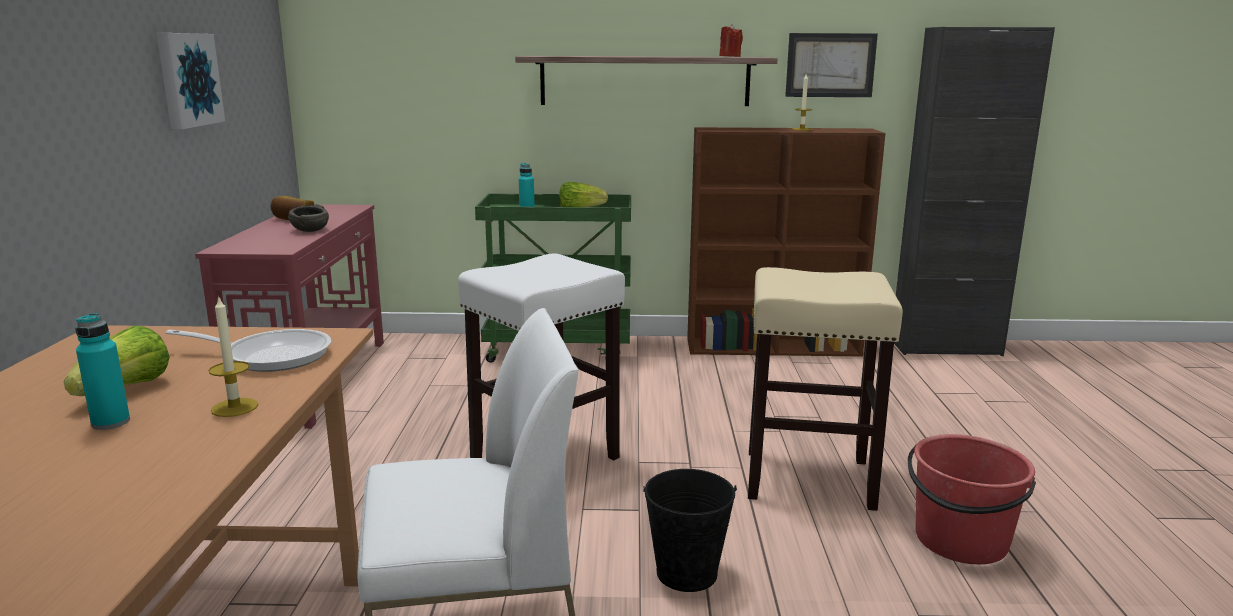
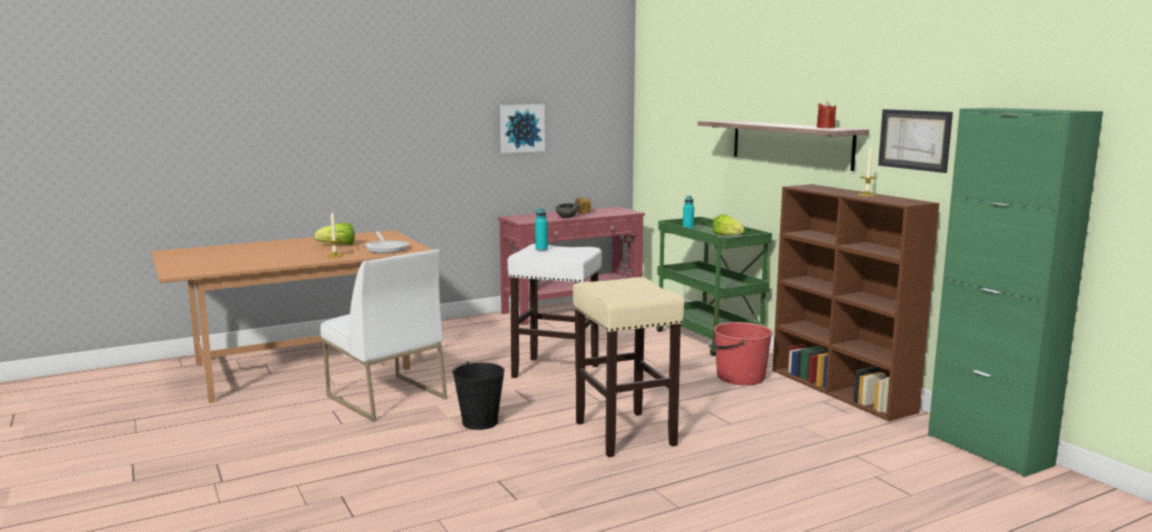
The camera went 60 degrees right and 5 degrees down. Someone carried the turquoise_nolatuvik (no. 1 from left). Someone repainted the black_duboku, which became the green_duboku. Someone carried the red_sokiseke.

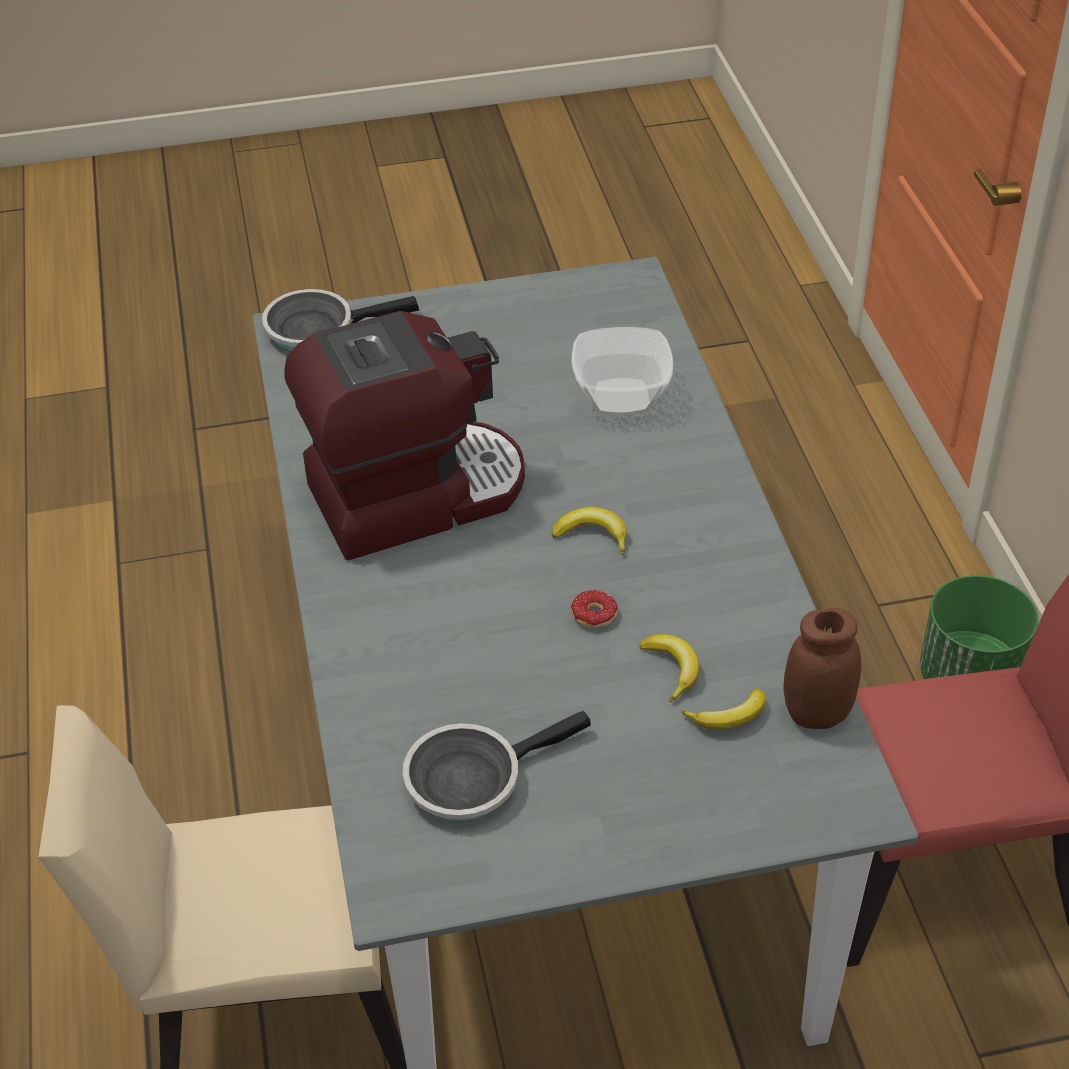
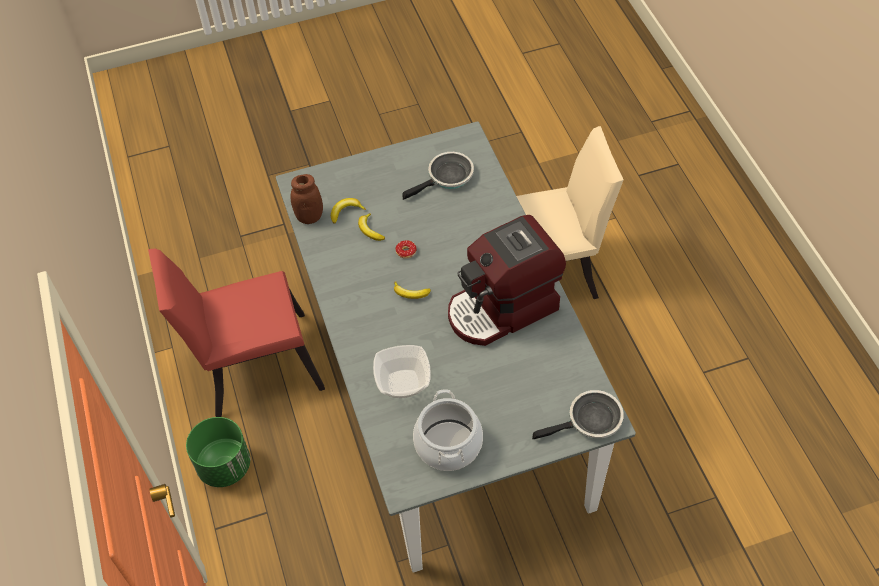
The camera went 175 degrees right and 10 degrees up. Someone put down the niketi.

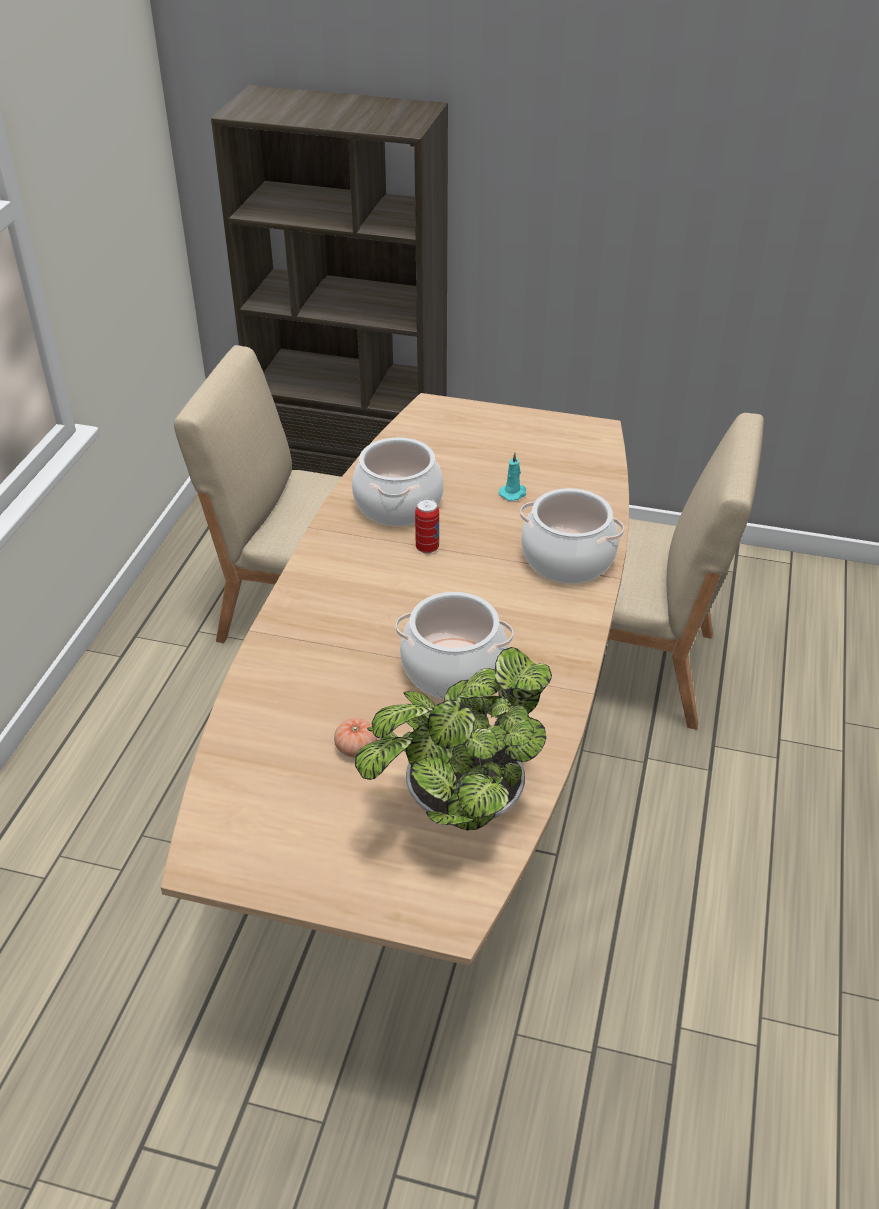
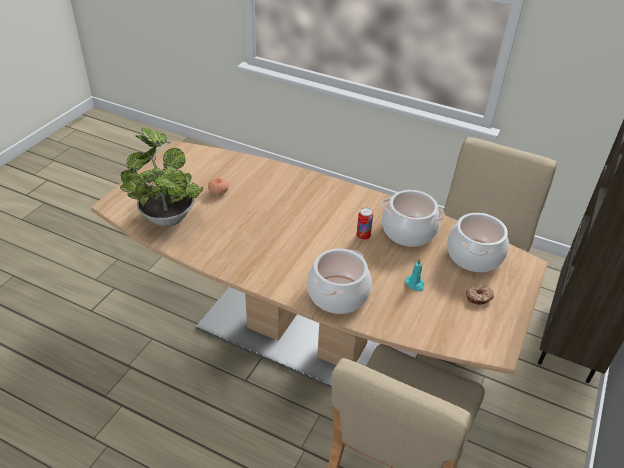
The camera went 100 degrees right and 0 degrees up. Someone carried the niketi (no. 2 from left in the first image). Someone put down the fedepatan.

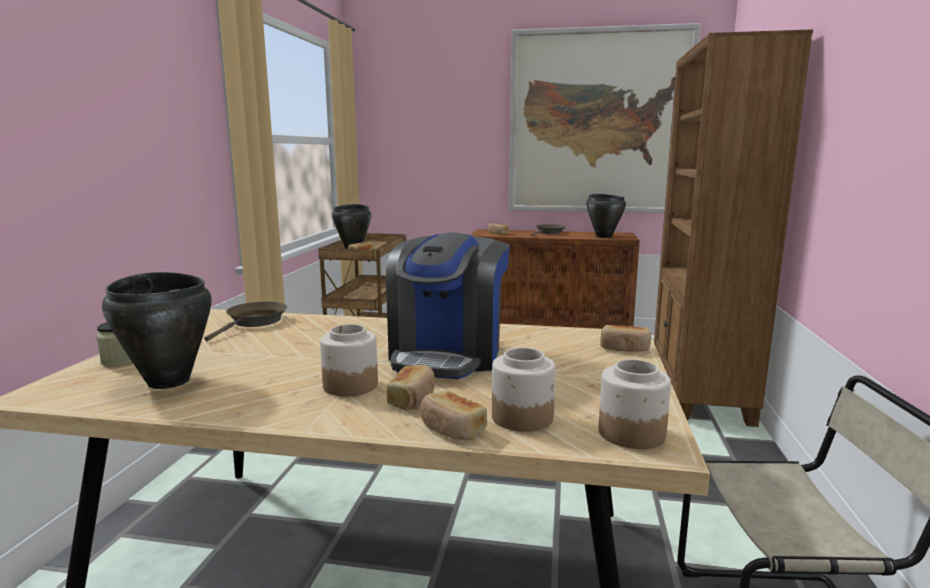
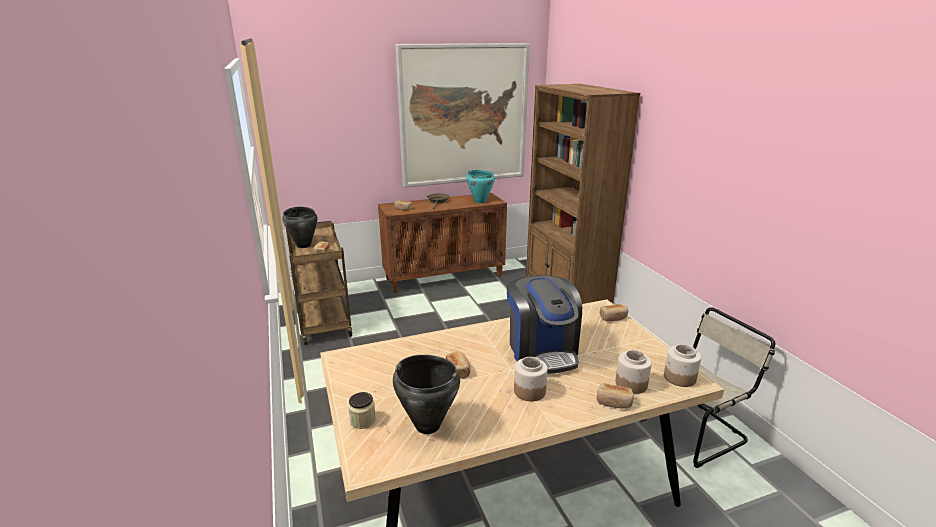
The camera went 30 degrees left and 10 degrees up. Someone took away the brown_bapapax (no. 1 from left). Someone carried the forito (no. 2 from left in the first image). Someone repainted the black_niketi (no. 3 from left), which became the turquoise_niketi.

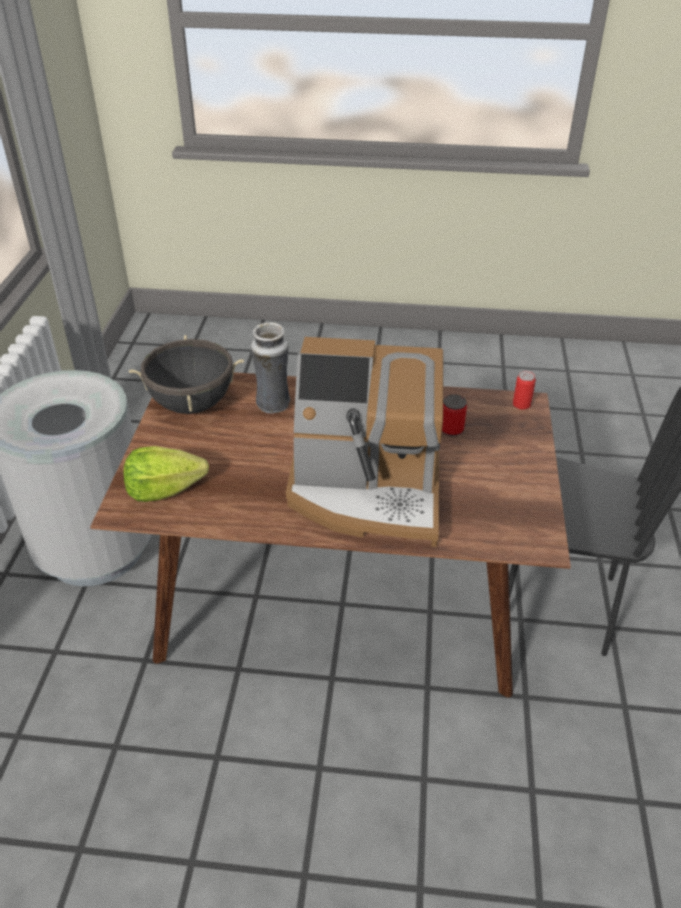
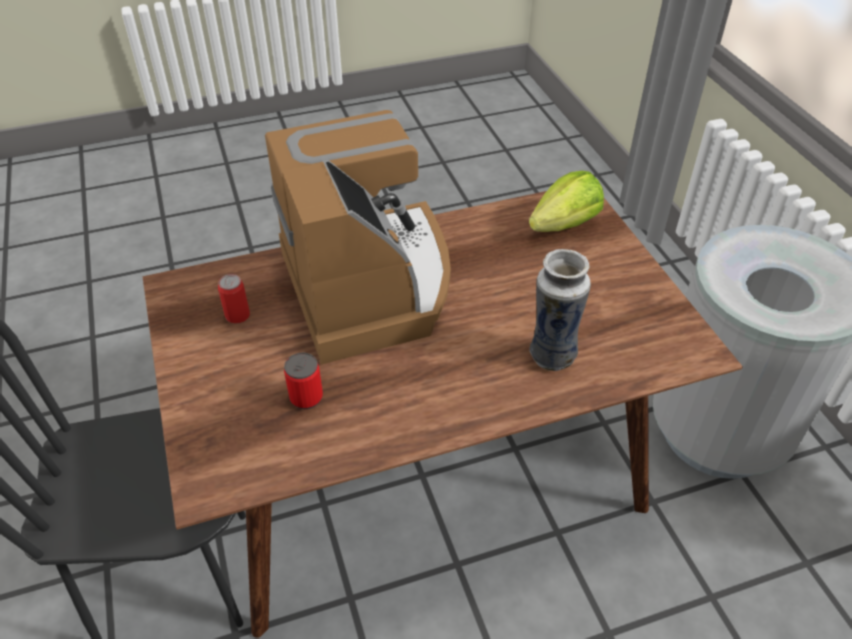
The camera went 155 degrees right and 5 degrees up. Someone took away the black_niketi. Someone rotated the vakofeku by 90 degrees clockwise. Someone carried the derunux (no. 2 from left in the first image).

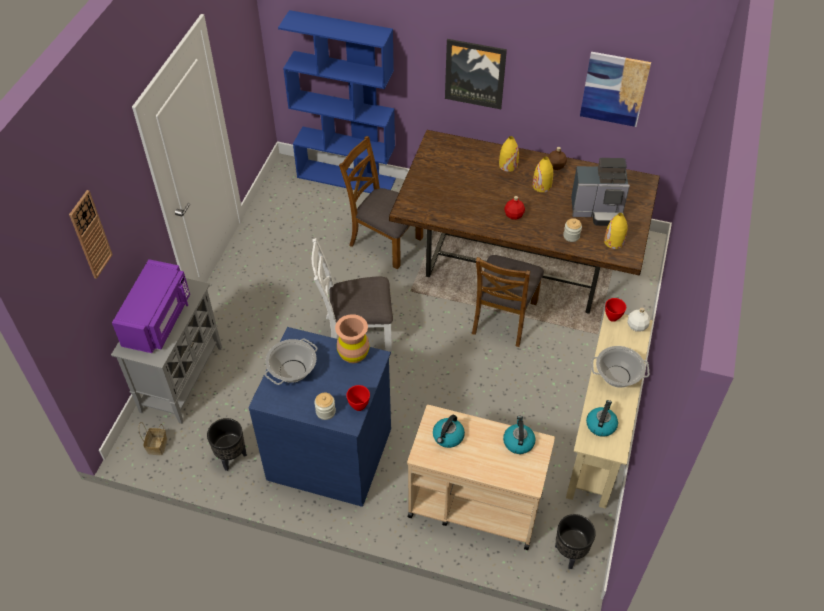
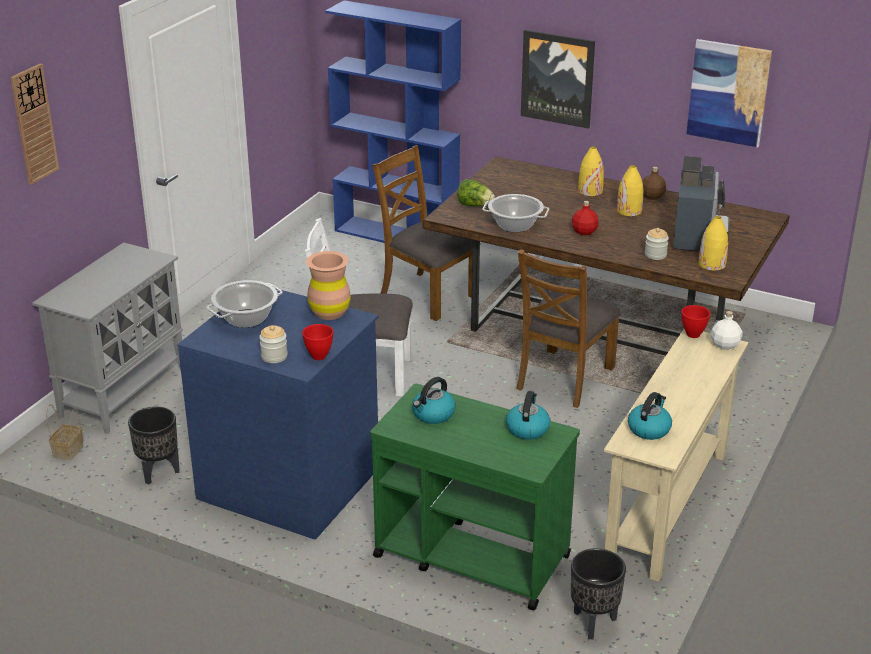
The camera went 10 degrees right and 20 degrees down. Someone took away the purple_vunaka. Someone repainted the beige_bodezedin, which became the green_bodezedin. Someone rotated the vakofeku by 90 degrees counterclockwise. Someone carried the niketi (no. 2 from left). Someone put down the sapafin.

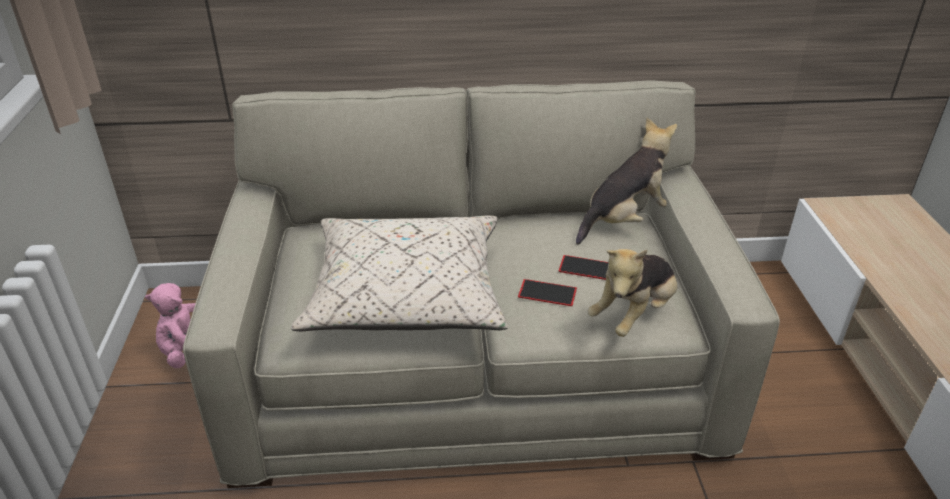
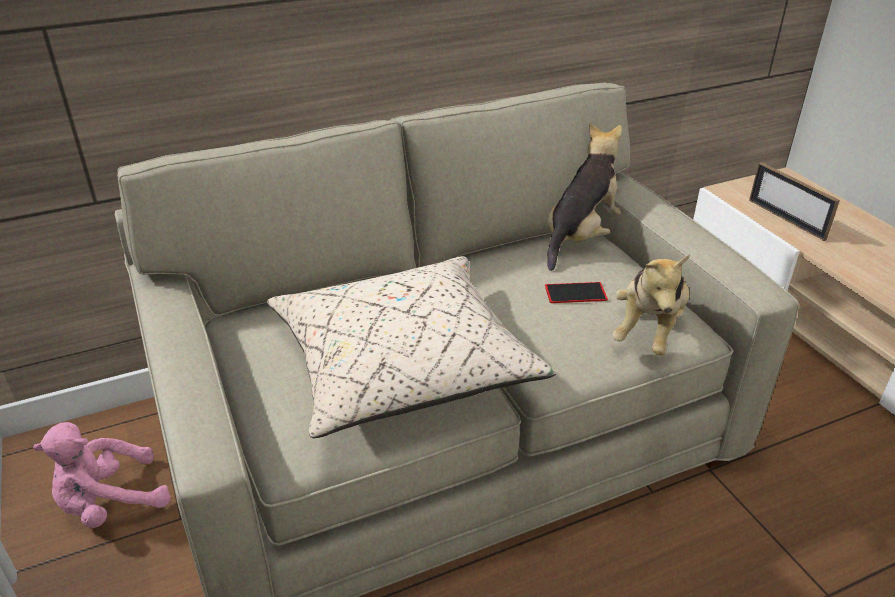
The camera went 20 degrees left and 0 degrees up. Someone took away the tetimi (no. 1 from left). Someone put down the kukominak.

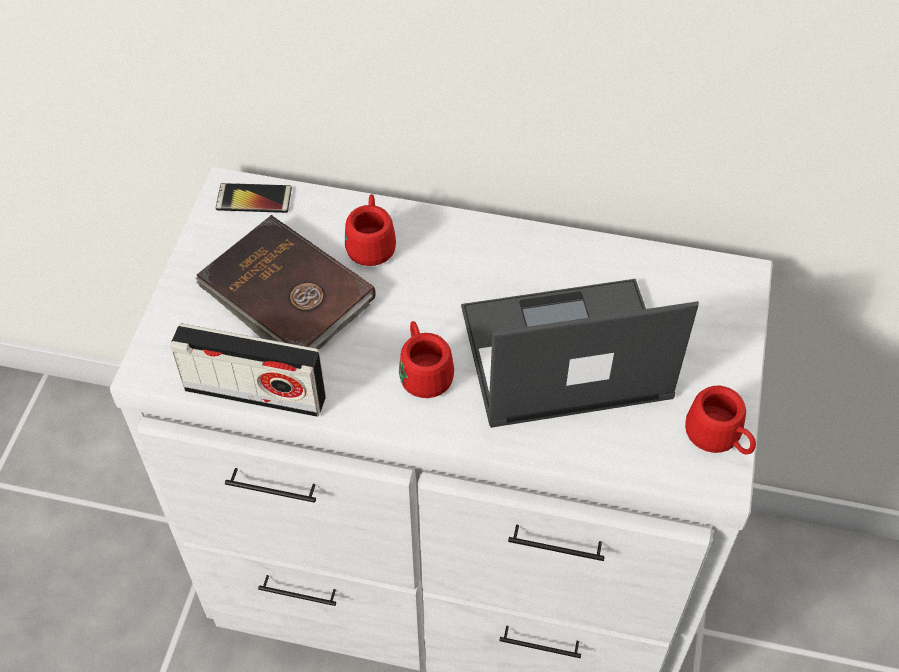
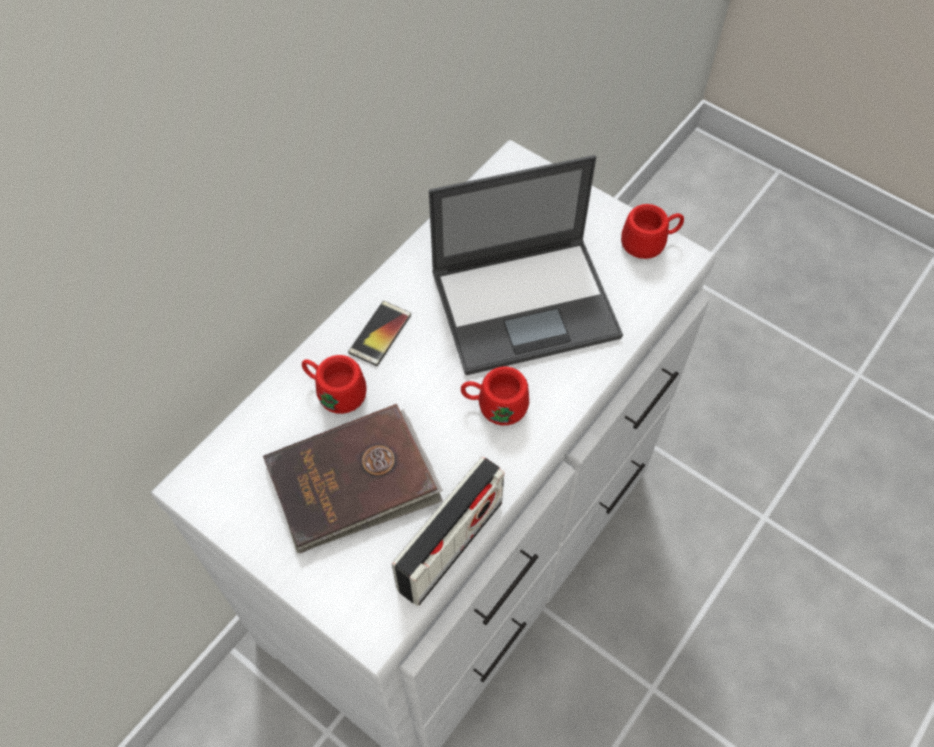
The camera went 65 degrees left and 5 degrees up. Someone carried the tetimi. Someone rotated the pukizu by 120 degrees counterclockwise.

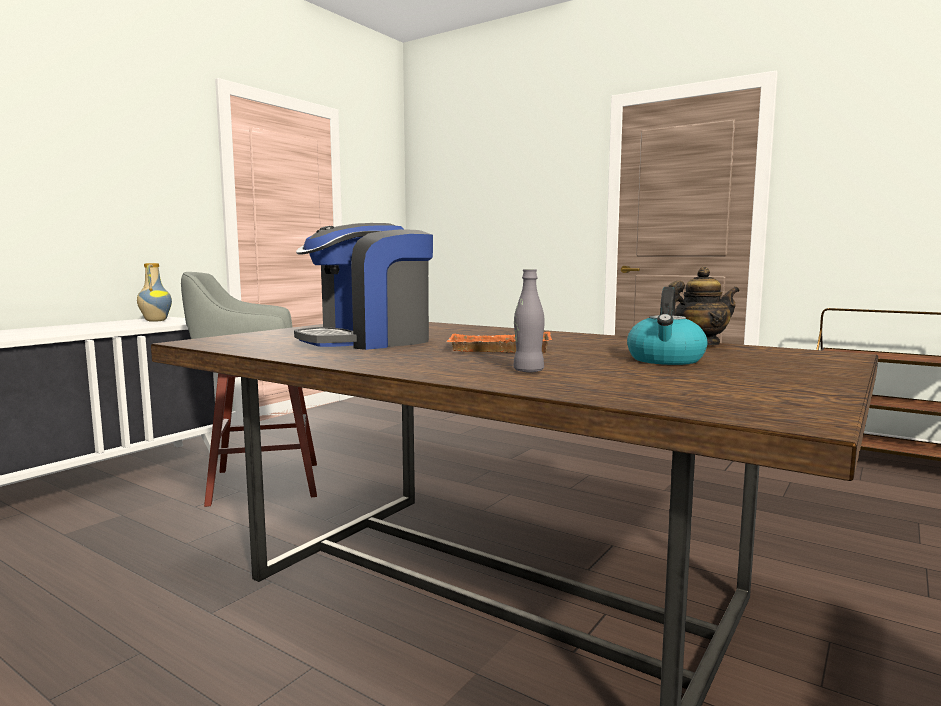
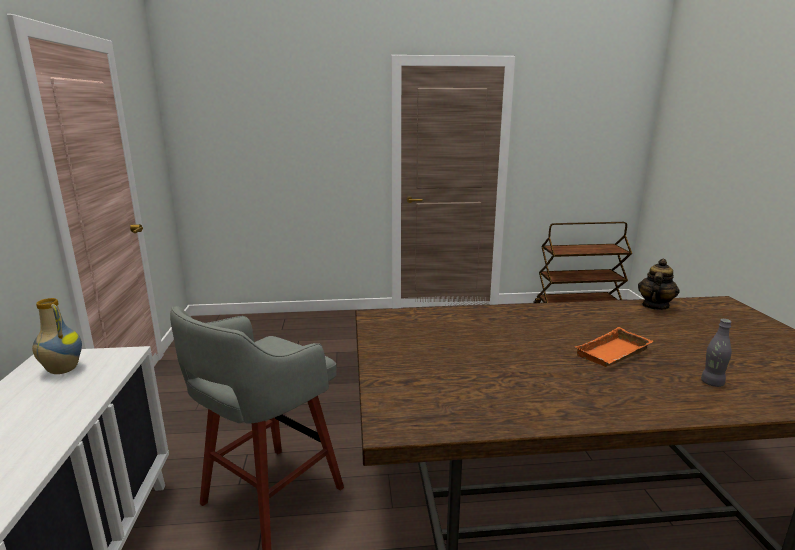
The camera went 40 degrees left and 10 degrees up. Someone took away the vakofeku. Someone took away the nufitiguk.

